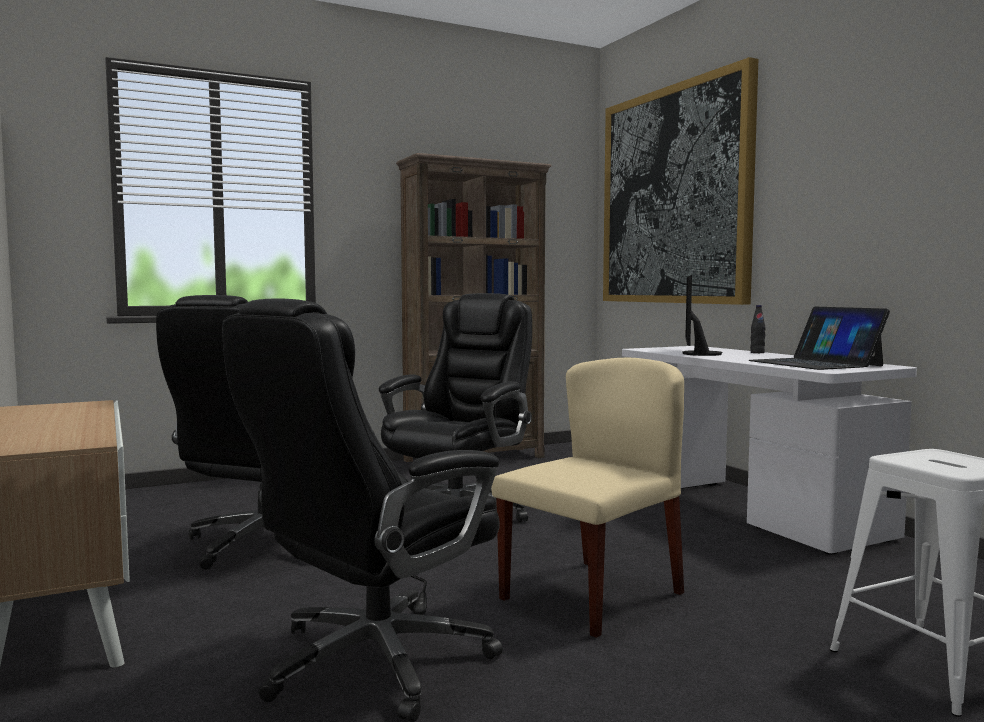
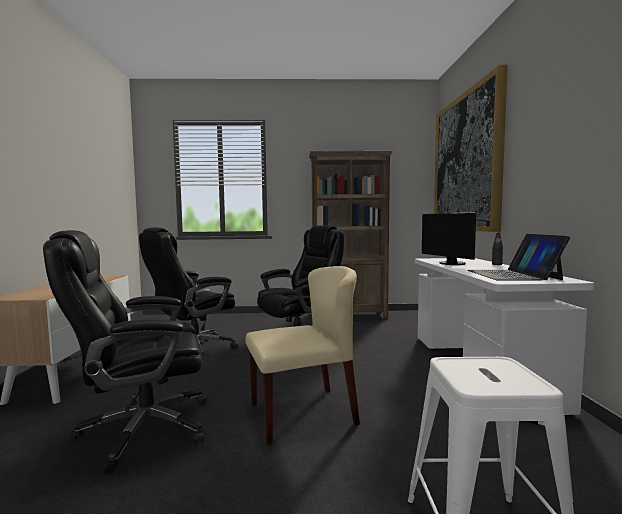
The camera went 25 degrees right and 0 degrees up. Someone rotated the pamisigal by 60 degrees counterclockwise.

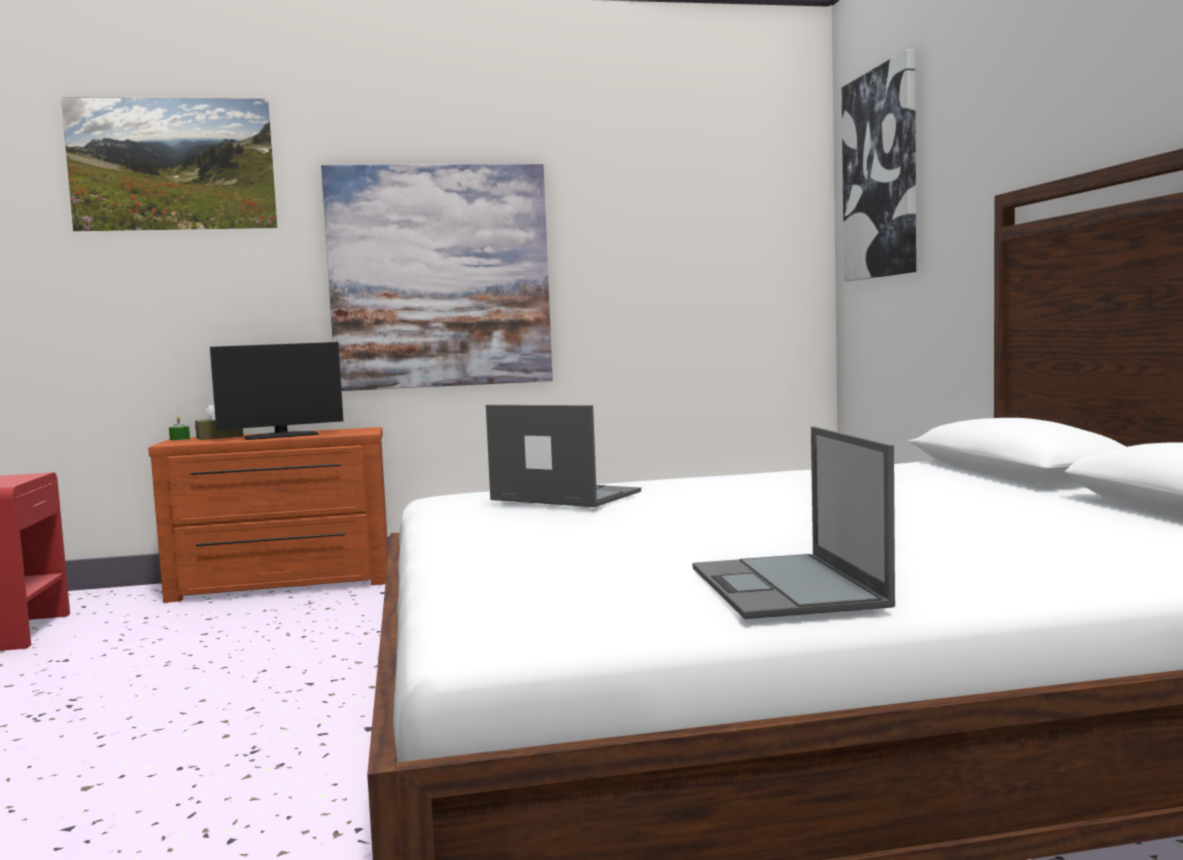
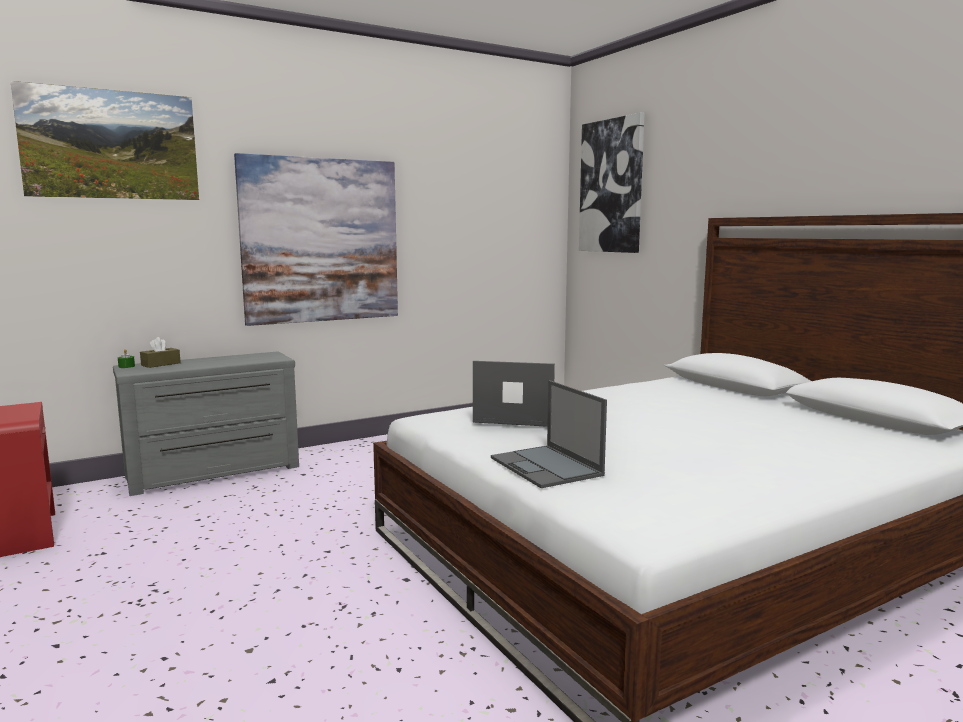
The camera went 20 degrees left and 5 degrees up. Someone repainted the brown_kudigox, which became the grey_kudigox. Someone took away the pamisigal. Someone carried the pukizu (no. 2 from left).

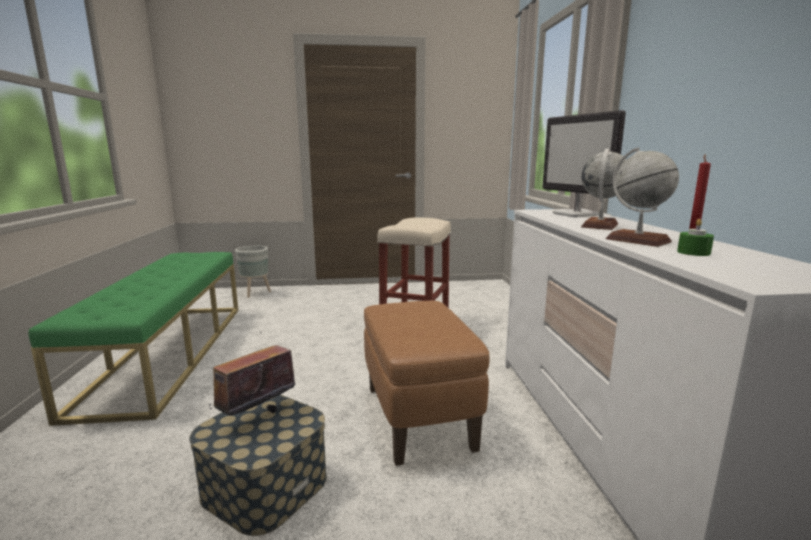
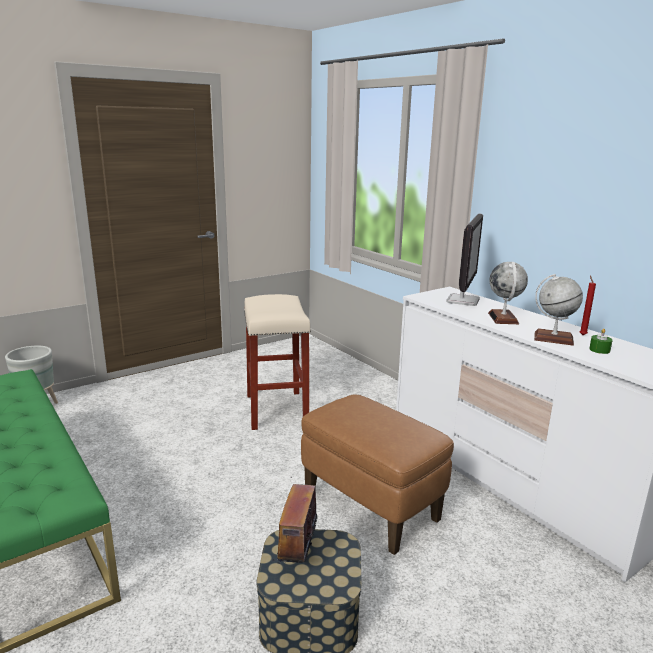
The camera went 30 degrees left and 5 degrees up. Someone rotated the pamisigal by 105 degrees counterclockwise.

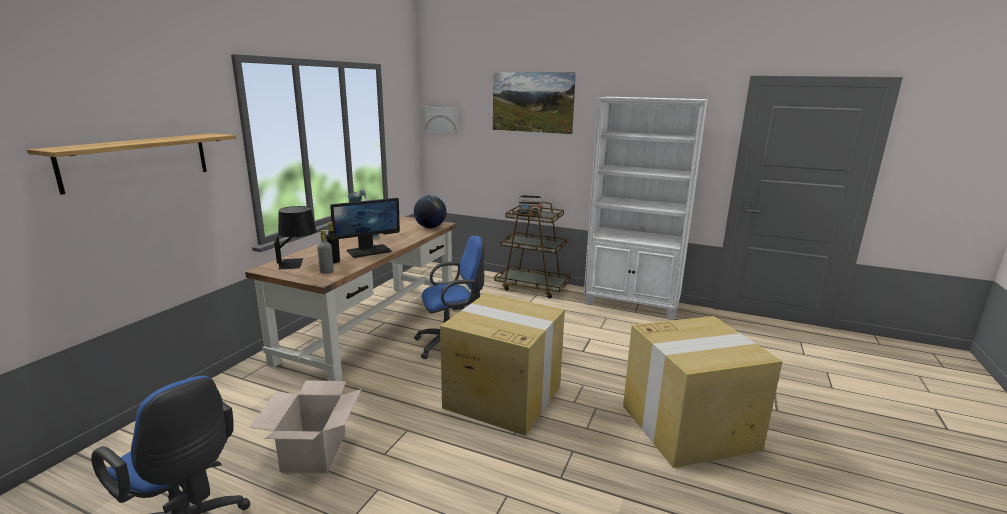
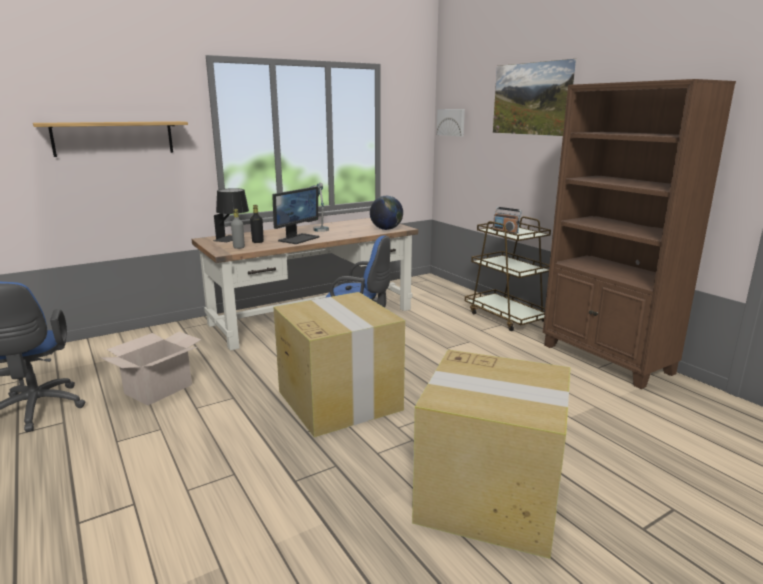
The camera went 35 degrees right and 0 degrees up. Someone rotated the pamisigal by 60 degrees counterclockwise. Someone repainted the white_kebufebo, which became the brown_kebufebo.

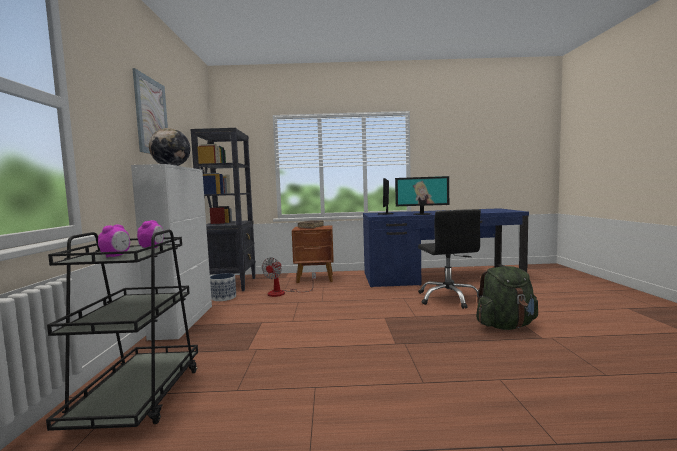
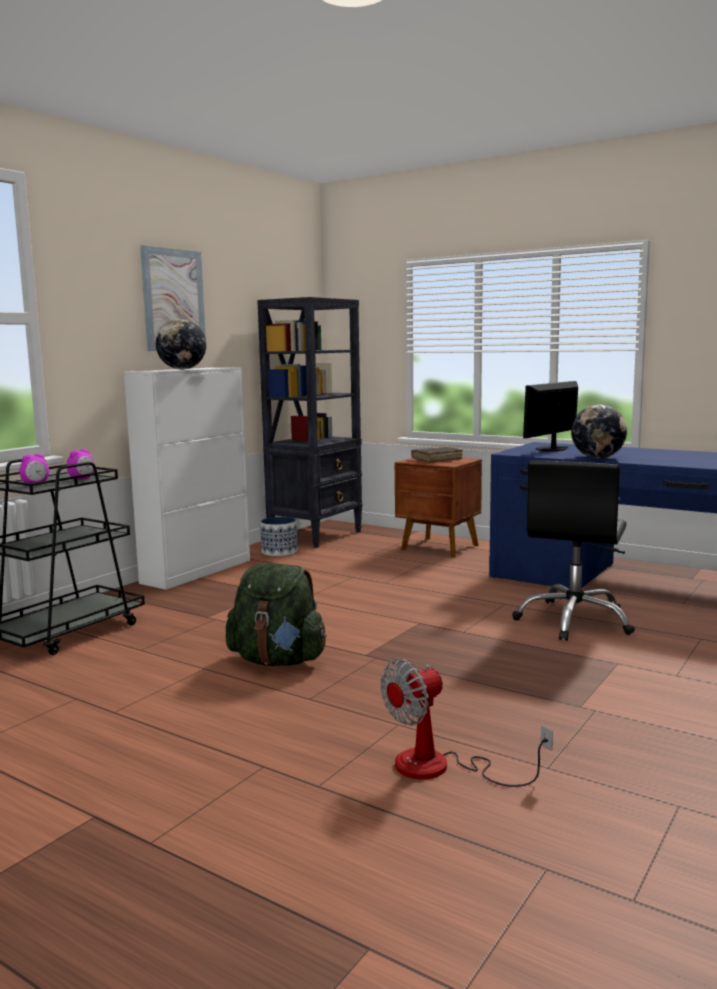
The camera went 35 degrees right and 5 degrees up. Someone carried the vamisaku. Someone swapped the pamisigal (no. 2 from left) for the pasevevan (no. 2 from left). Someone carried the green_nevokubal.

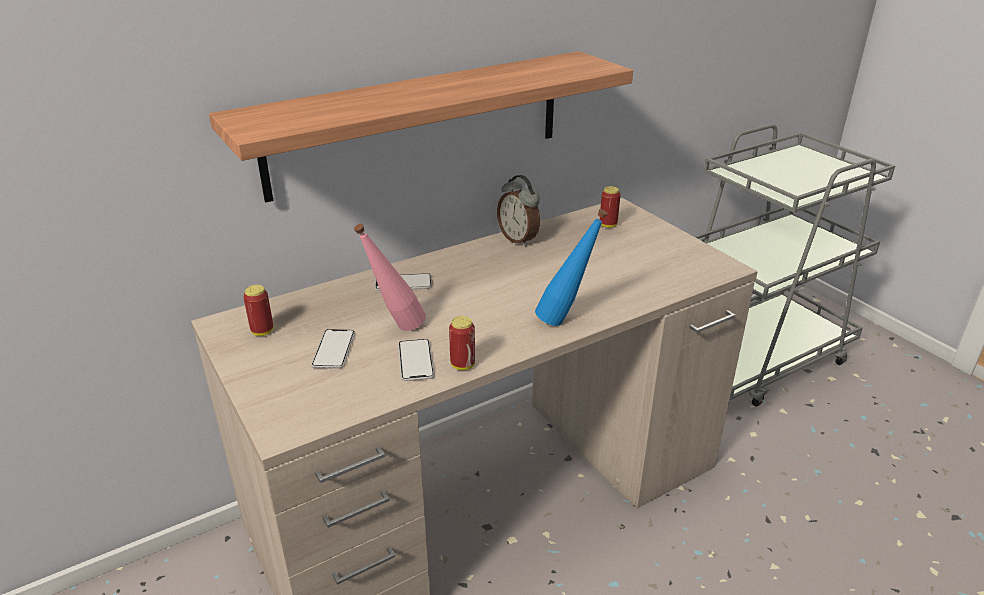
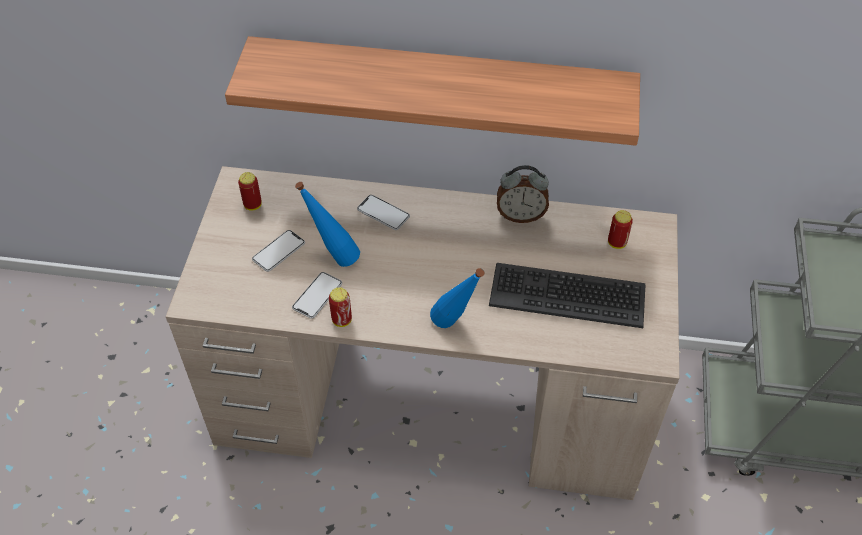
The camera went 40 degrees right and 20 degrees up. Someone repainted the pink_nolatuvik, which became the blue_nolatuvik (no. 1 from left). Someone rotated the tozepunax by 90 degrees counterclockwise. Someone put down the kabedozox.

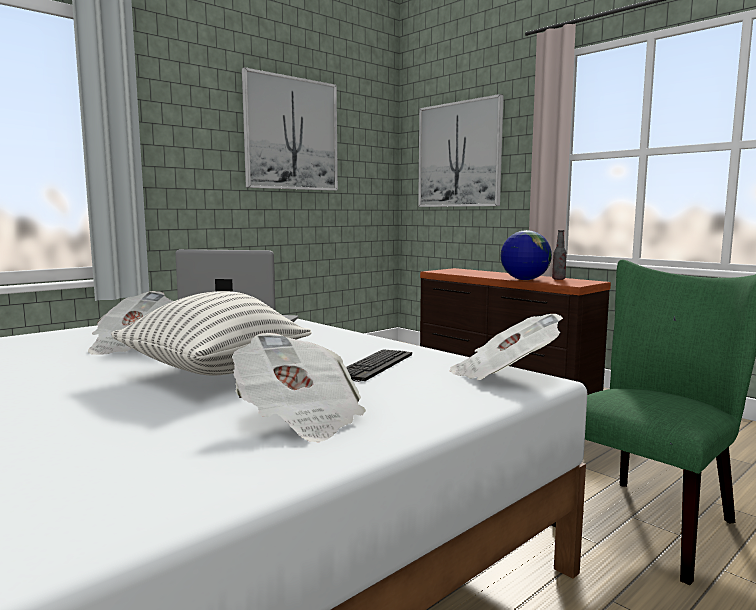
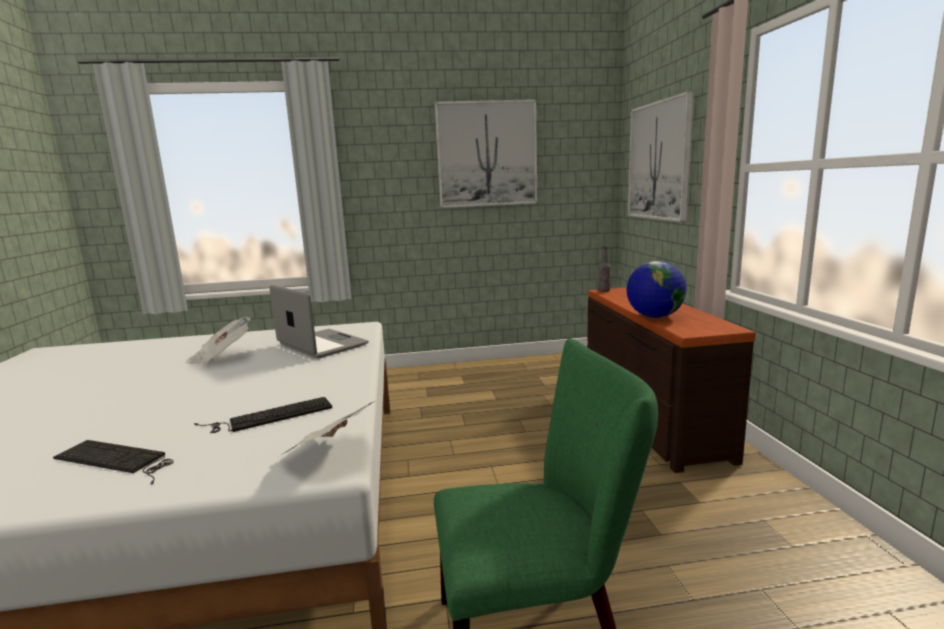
The camera went 35 degrees right and 5 degrees up. Someone took away the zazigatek. Someone swapped the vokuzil (no. 2 from left) for the kabedozox (no. 1 from left). Someone carried the nolatuvik.

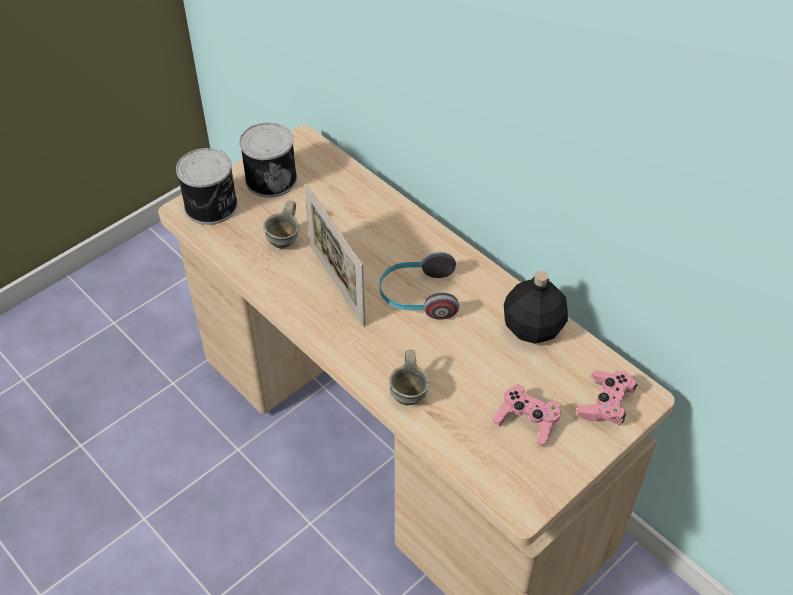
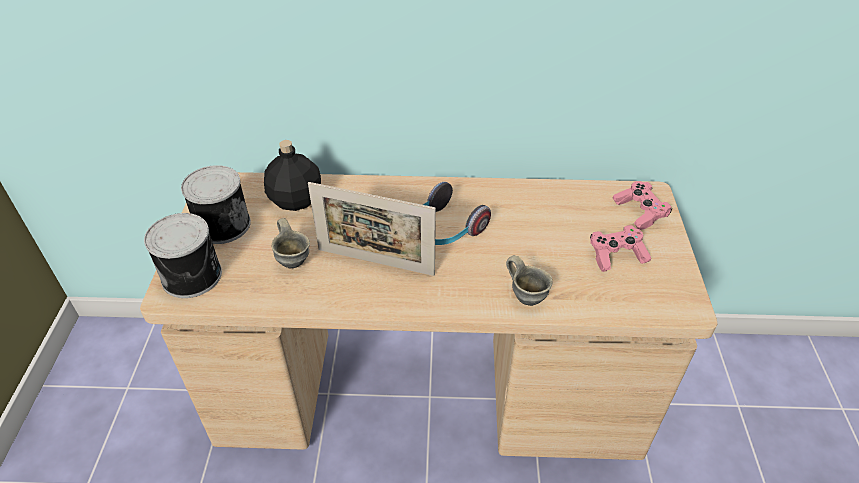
The camera went 45 degrees left and 5 degrees down. Someone carried the black_nolatuvik.

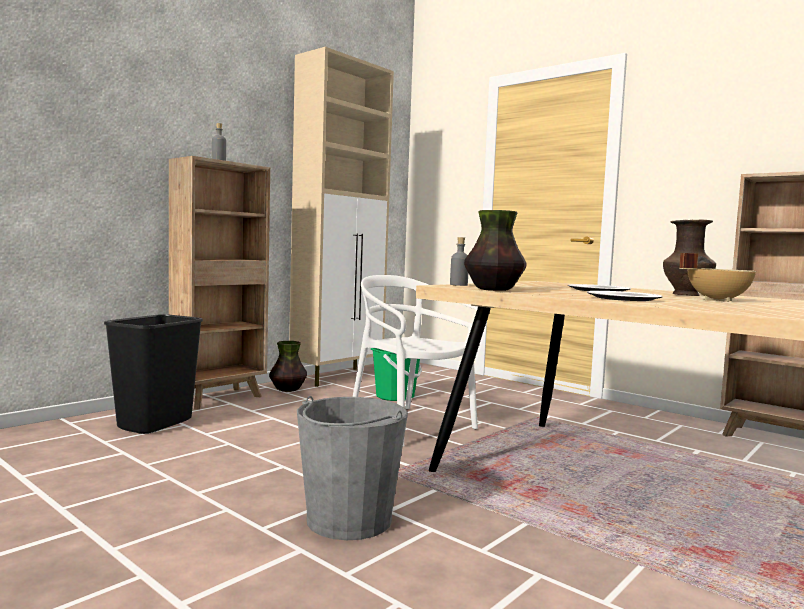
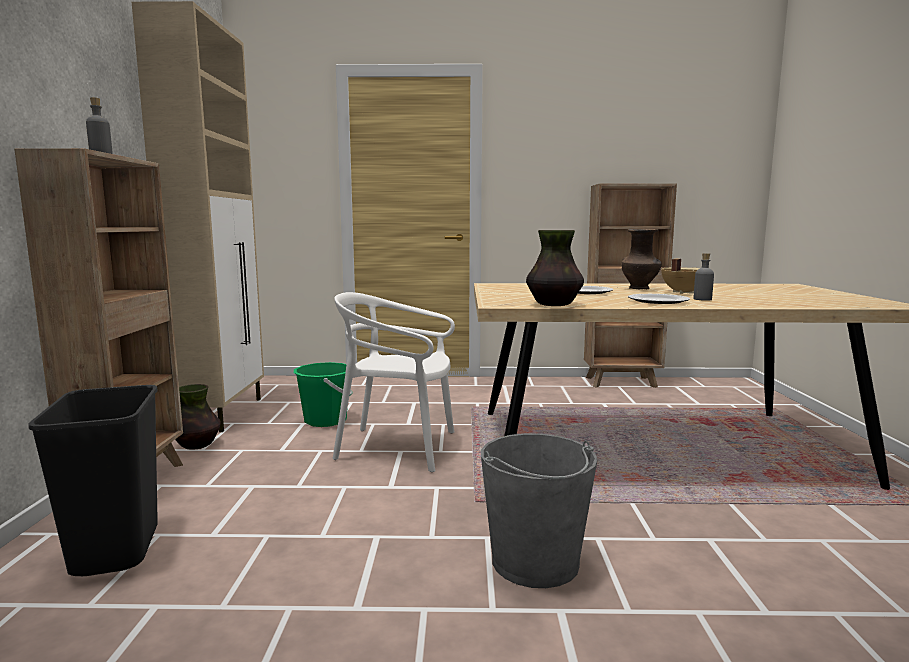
The camera went 40 degrees left and 5 degrees up. Someone carried the grey_nolatuvik (no. 2 from left).

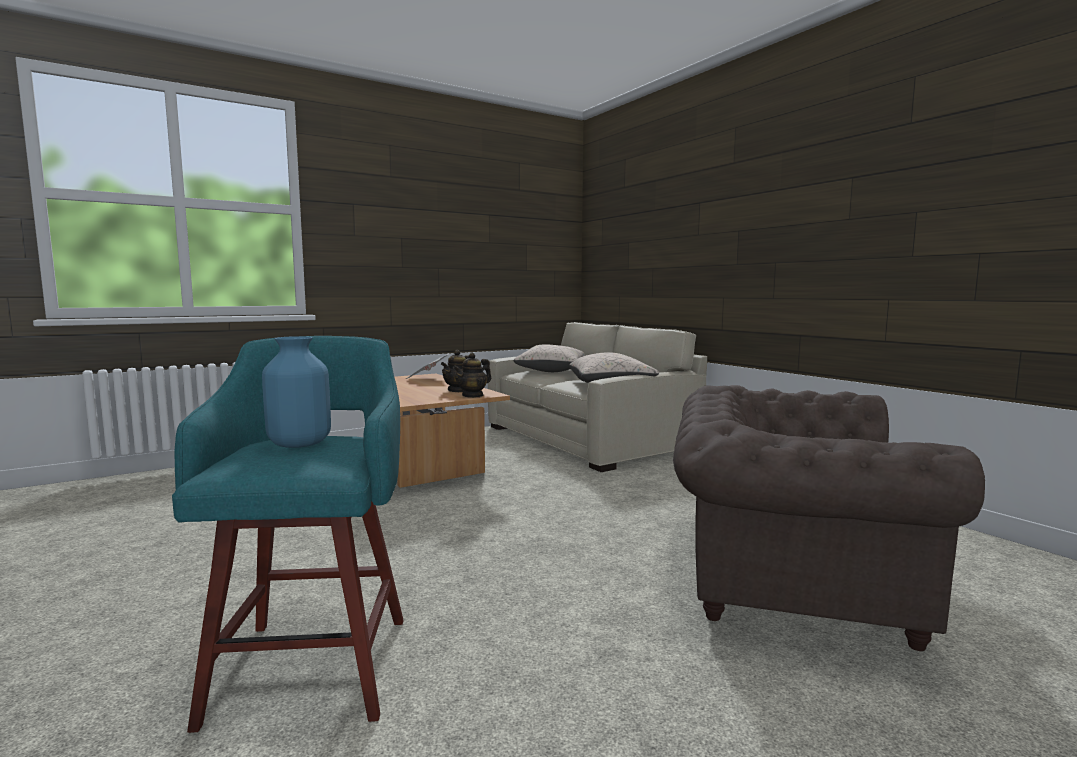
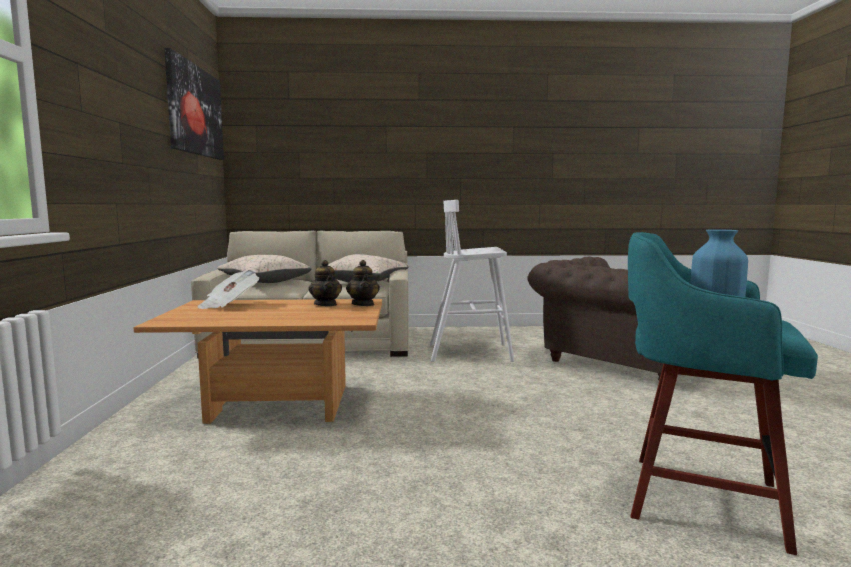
The camera went 60 degrees left and 0 degrees up. Someone put up the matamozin. Someone put down the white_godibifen.

